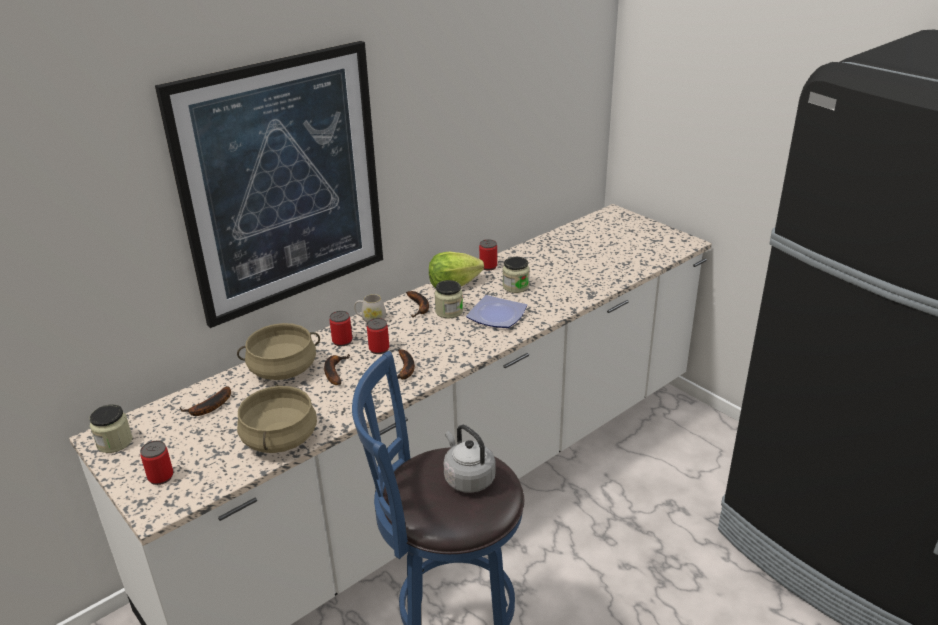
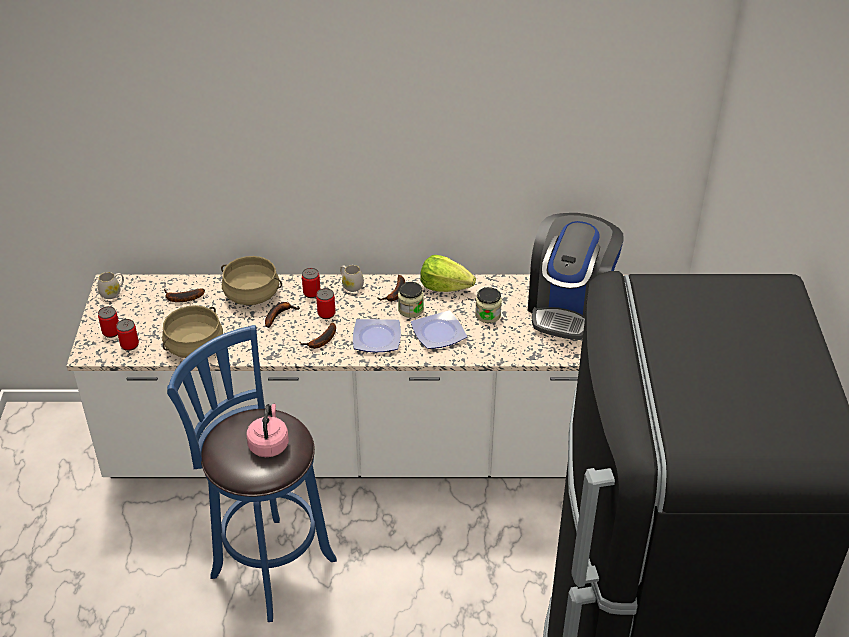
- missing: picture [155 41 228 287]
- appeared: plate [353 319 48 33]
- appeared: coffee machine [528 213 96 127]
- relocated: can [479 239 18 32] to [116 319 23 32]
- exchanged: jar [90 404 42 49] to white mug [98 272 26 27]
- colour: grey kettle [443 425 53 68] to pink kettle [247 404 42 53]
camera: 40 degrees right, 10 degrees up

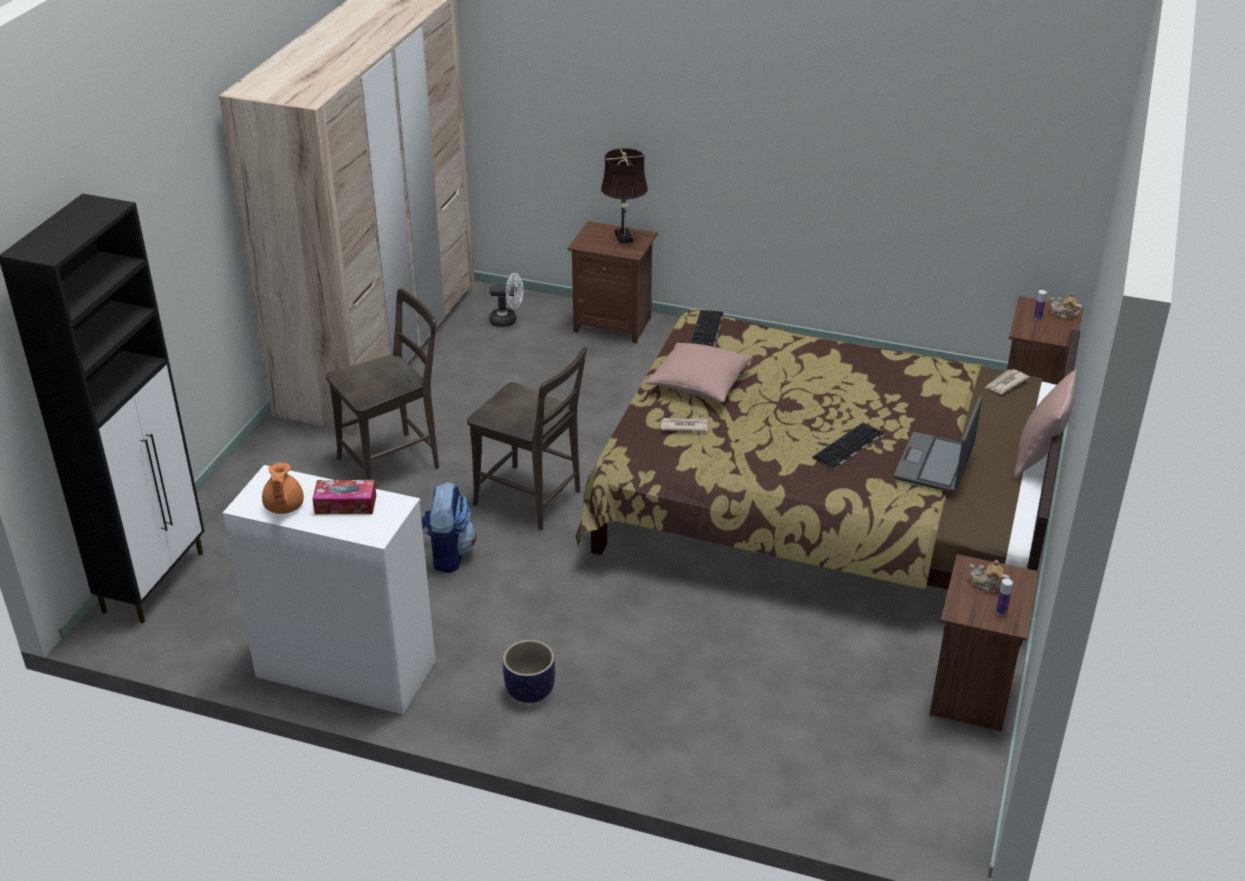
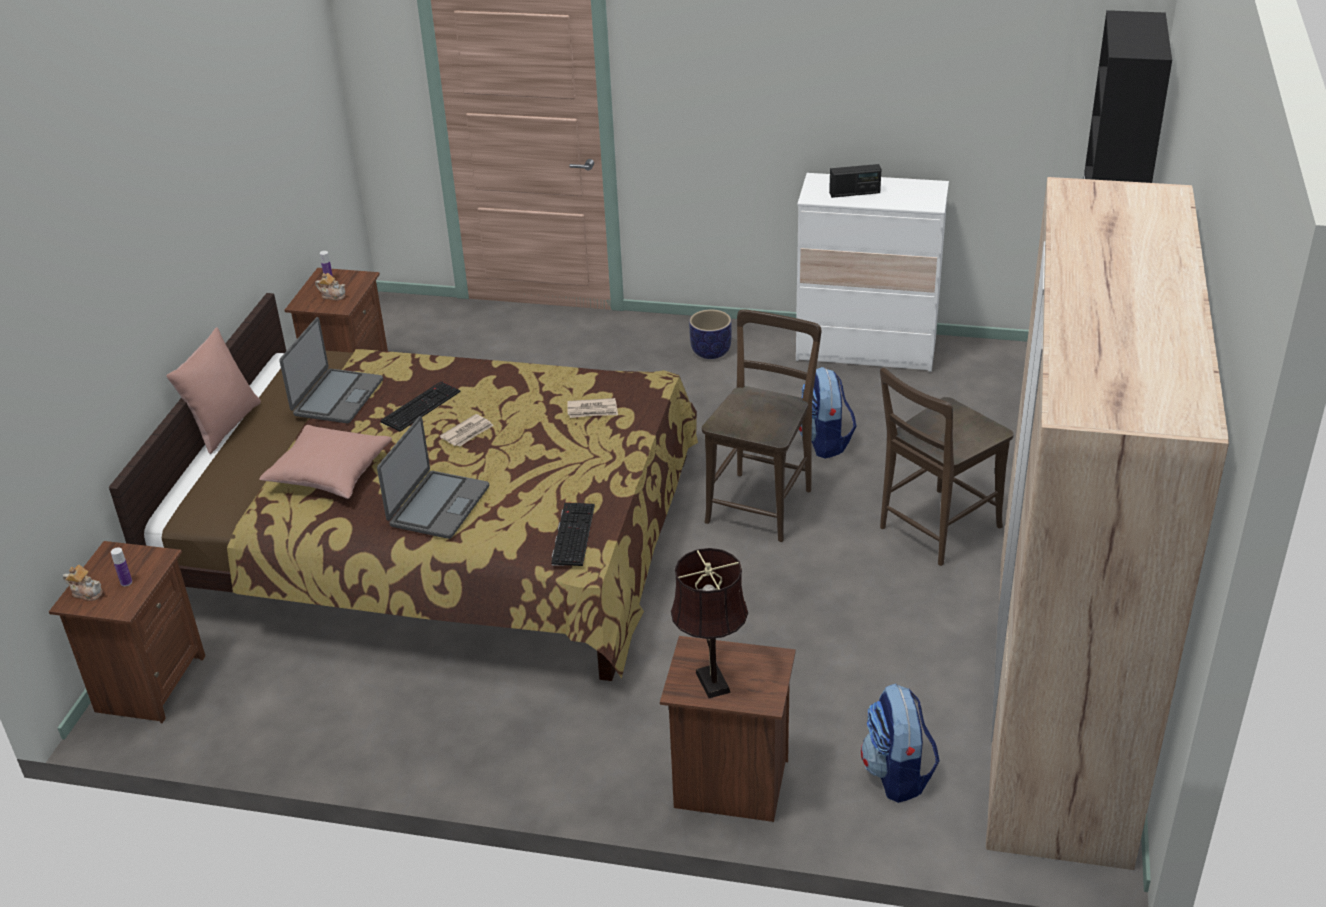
- missing: orange teapot [262 462 42 52]
- appeared: laptop [377 416 112 123]
- relocated: pink pillow [645 343 108 59] to [259 425 133 74]
- relocated: newspaper [985 369 44 25] to [440 414 54 33]
- exchanged: tissue box [312 480 64 34] to radio [829 164 52 34]
- exchanged: white fan [489 273 34 54] to backpack [861 684 79 119]
- spun: brown chair [467 347 120 183] = [702 309 119 233] 90 degrees clockwise
camera: 175 degrees right, 0 degrees up

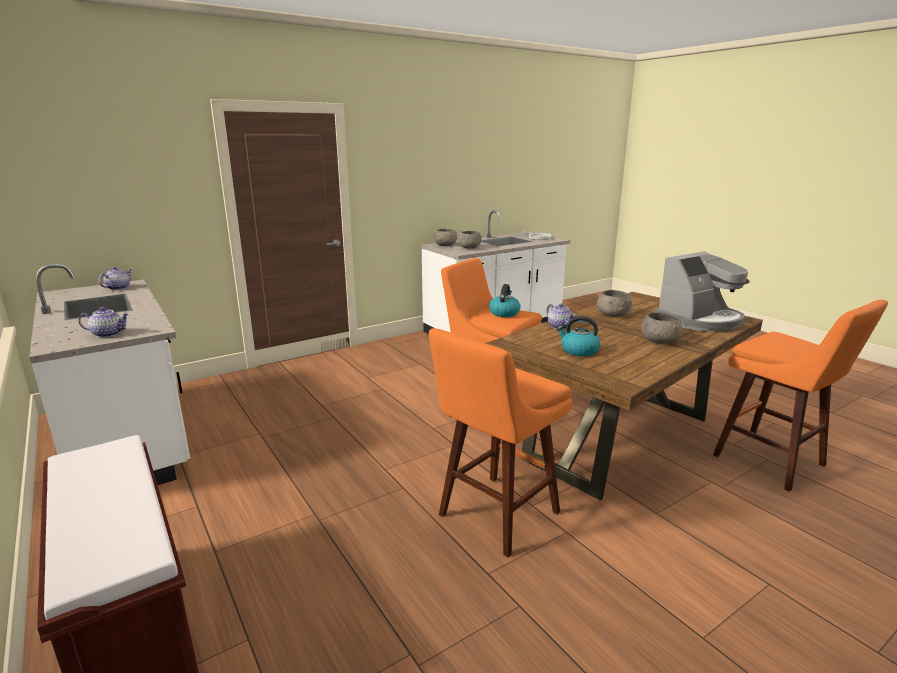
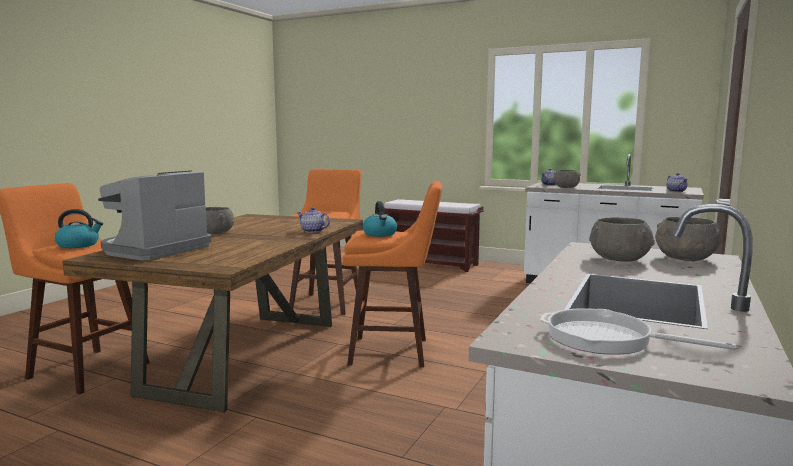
- relocated: kettle [557 316 44 41] to [55 209 48 39]
- relocated: grey bowl [597 290 35 27] to [553 170 28 18]
camera: 150 degrees right, 10 degrees down

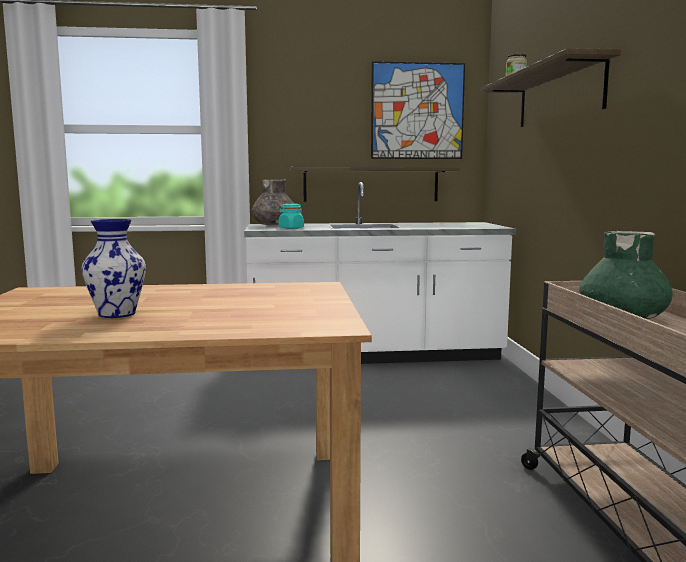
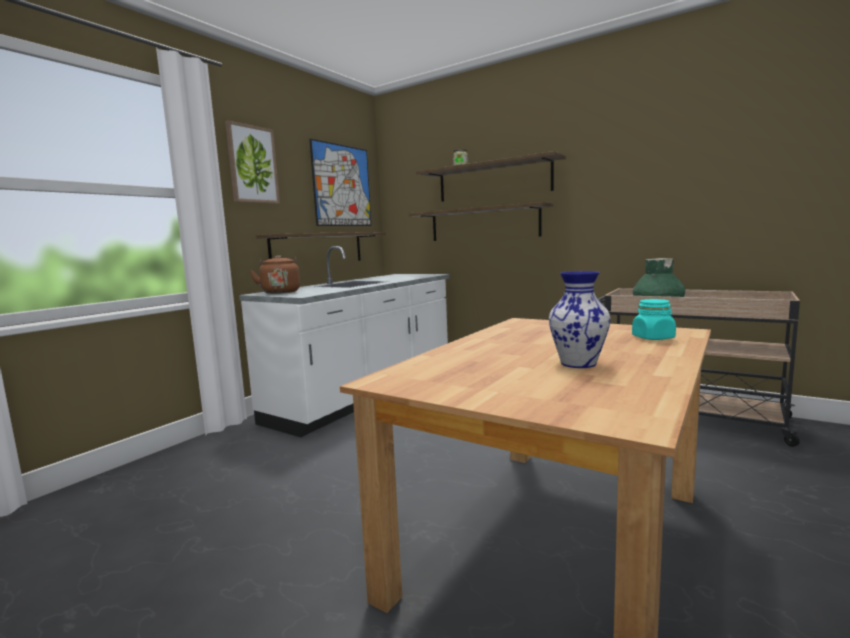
- appeared: picture [225 120 55 84]
- appeared: shelf [409 202 144 39]
- relocated: turquoise jar [279 204 25 25] to [632 299 44 41]
- exchanged: grey vase [251 179 43 47] to brown kettle [250 255 50 39]
camera: 50 degrees left, 0 degrees up

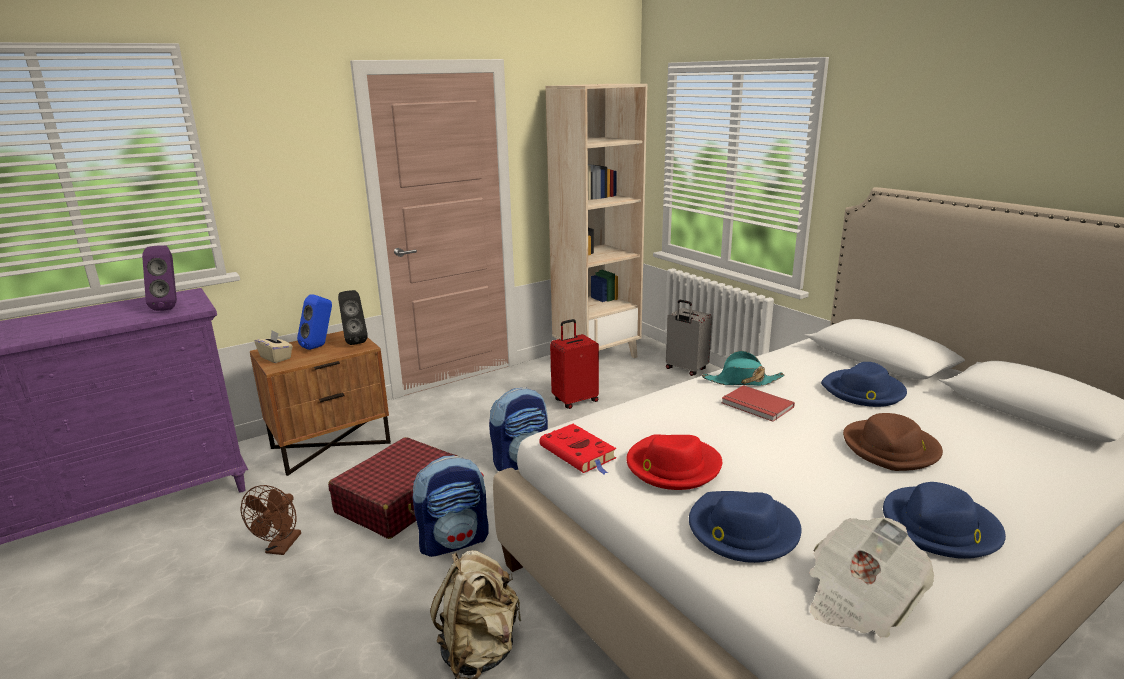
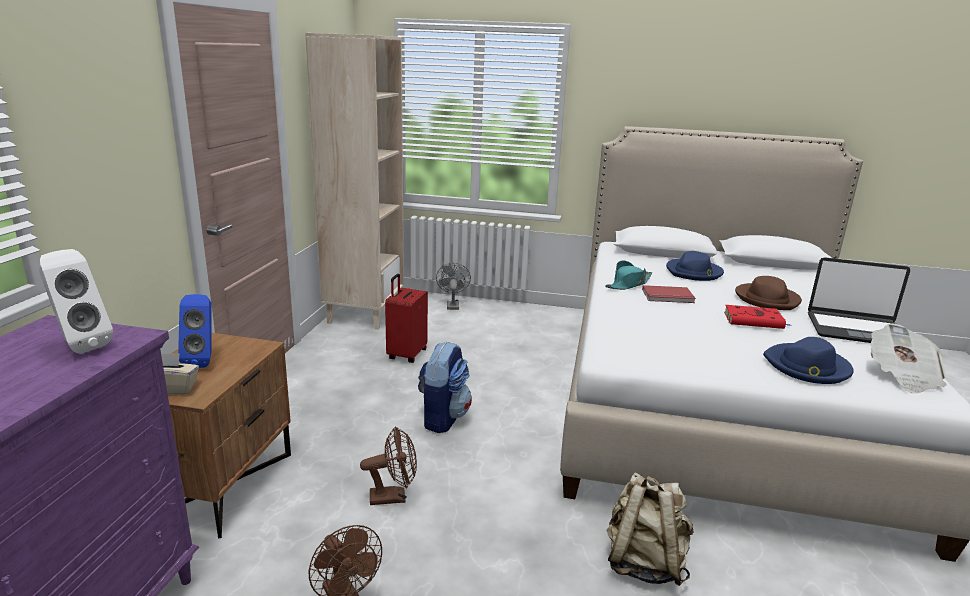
- missing: black speaker [338 290 30 55]
- missing: backpack [413 455 76 102]
- missing: red hat [626 435 96 55]
- relocated: red book [539 424 77 50] to [724 305 67 24]
- exchanged: red suitcase [328 437 130 102] to brown fan [360 426 57 79]
- exchanged: grey suitcase [666 300 46 76] to grey fan [436 263 35 47]
- exchanged: blue hat [883 482 123 77] to laptop [808 257 102 86]
- colour: purple speaker [142 245 35 66] to white speaker [39 249 74 105]
camera: 45 degrees left, 0 degrees up

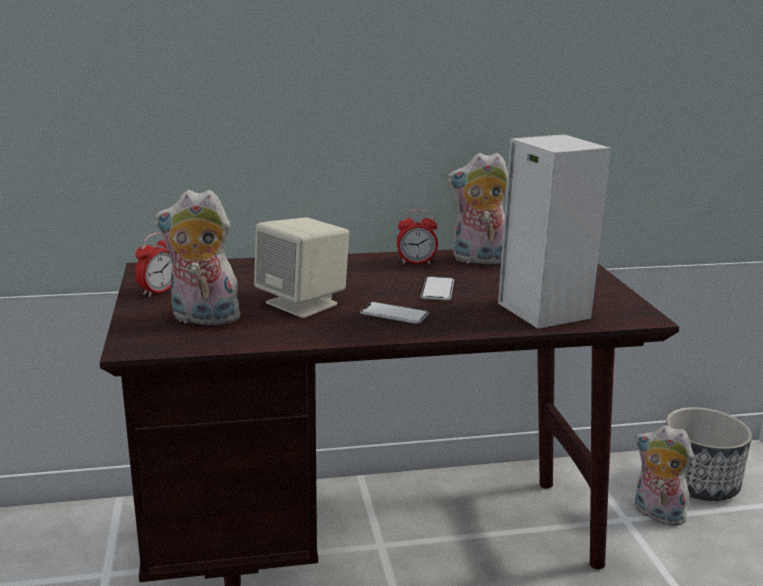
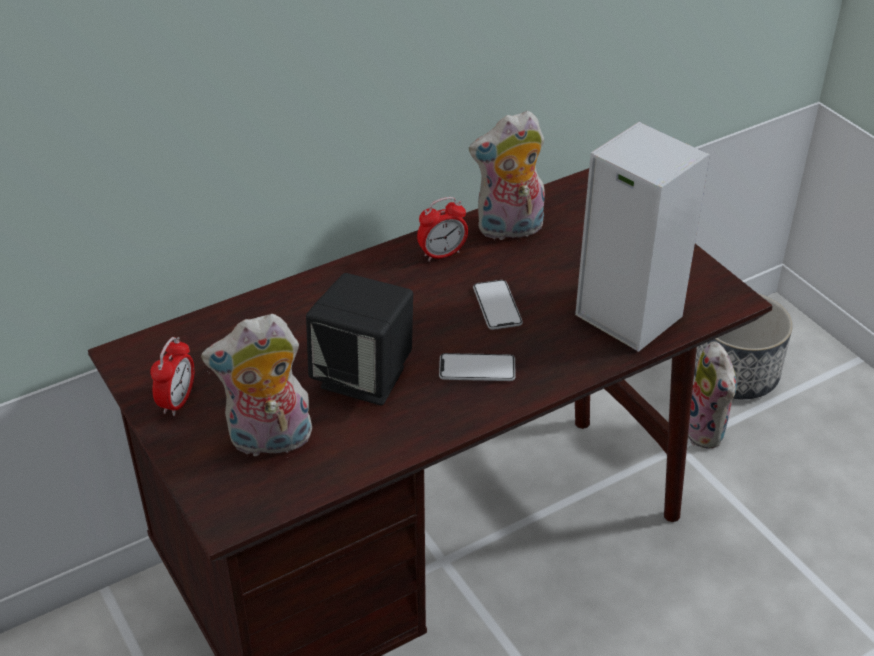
- colour: beige speaker [254 217 95 101] to black speaker [306 273 107 133]
- spun: plush toy [635 425 58 101] = [688 341 50 108] 120 degrees counterclockwise
camera: 20 degrees left, 20 degrees up

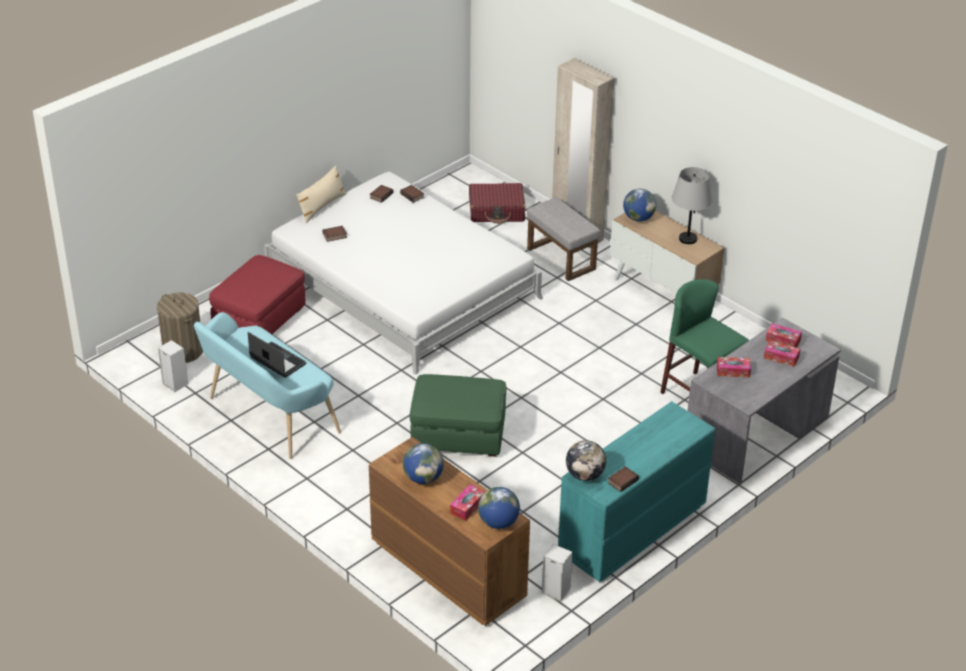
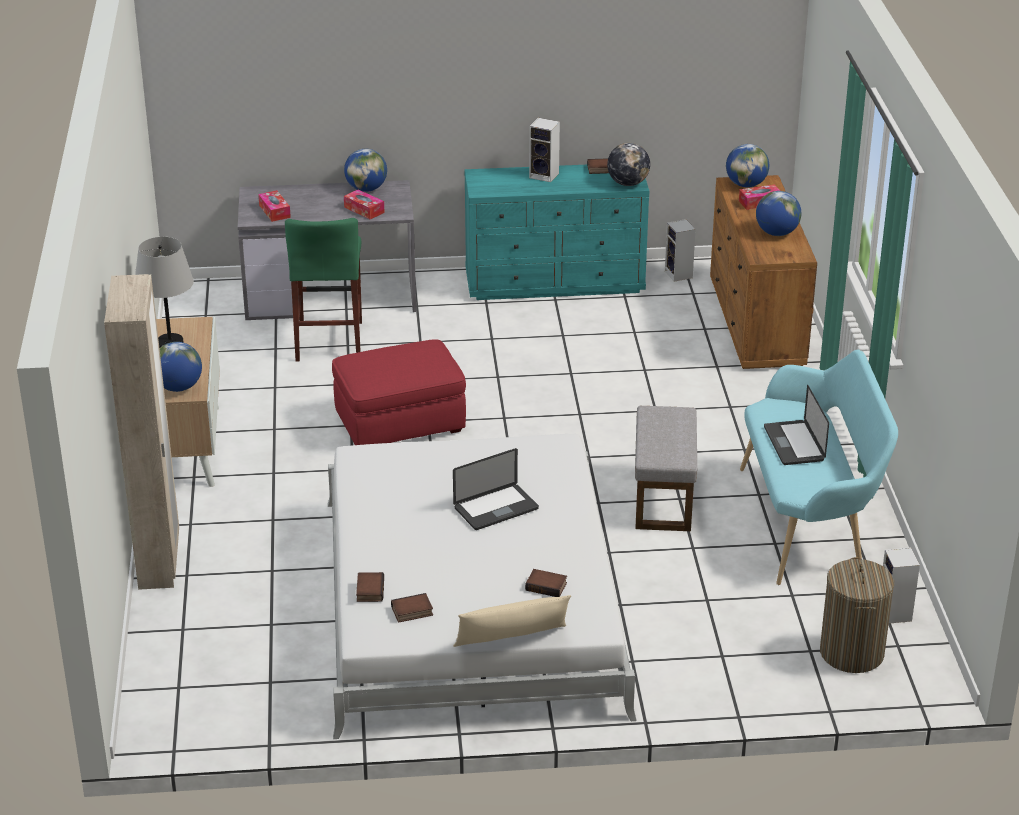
- missing: green ottoman [410 374 97 83]
- missing: red suitcase [469 183 56 41]
- missing: tissue box [764 341 36 26]
- appeared: globe [344 149 43 43]
- appeared: laptop [453 448 86 82]
- appeared: speaker [529 118 31 64]
- relocated: red ottoman [209 255 96 79] to [332 339 134 106]
- relocated: grey ottoman [527 197 73 84] to [635 406 62 125]
camera: 140 degrees left, 5 degrees down

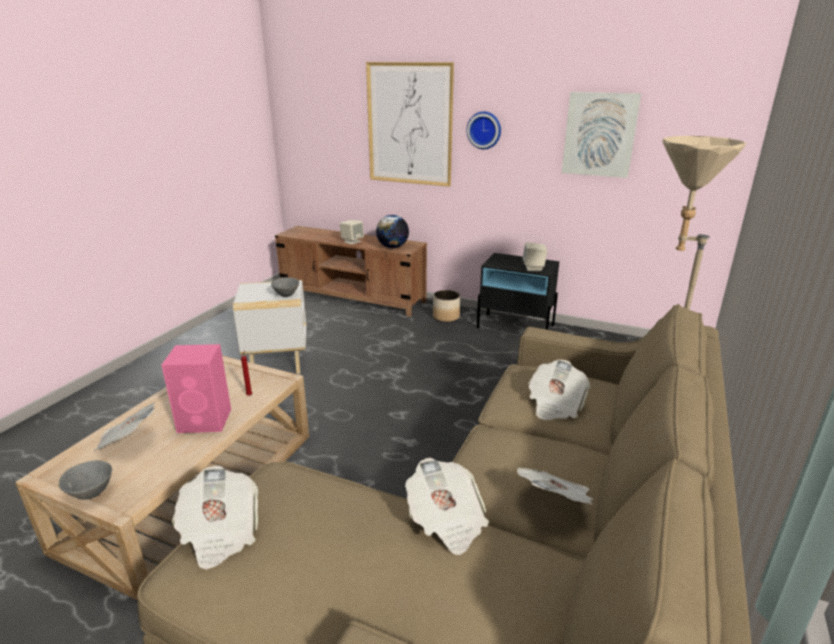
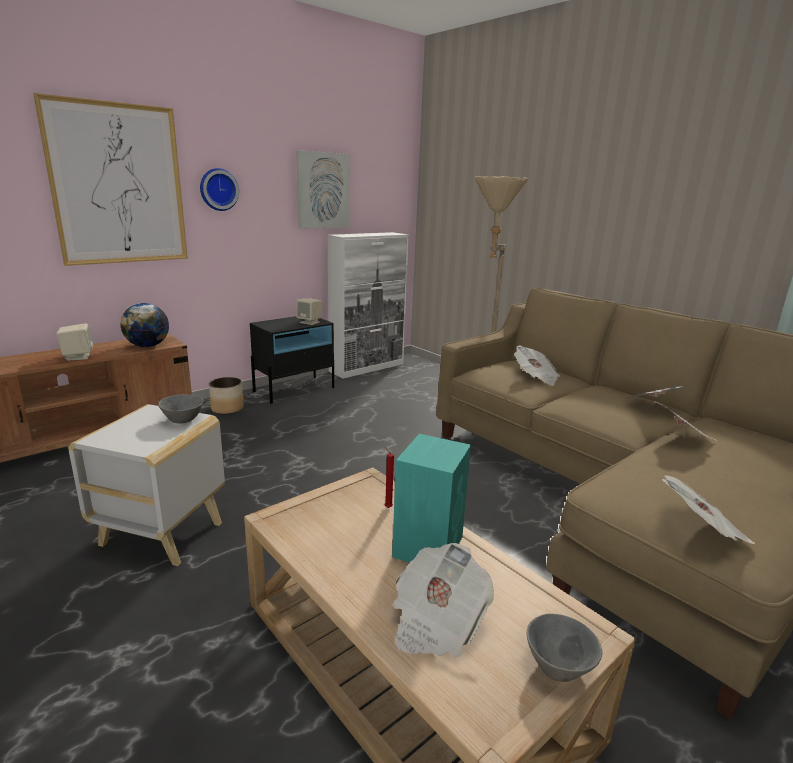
- appeared: white cabinet [328 232 81 147]
- colour: pink speaker [161 344 70 89] to turquoise speaker [392 434 79 129]
camera: 65 degrees left, 5 degrees down

